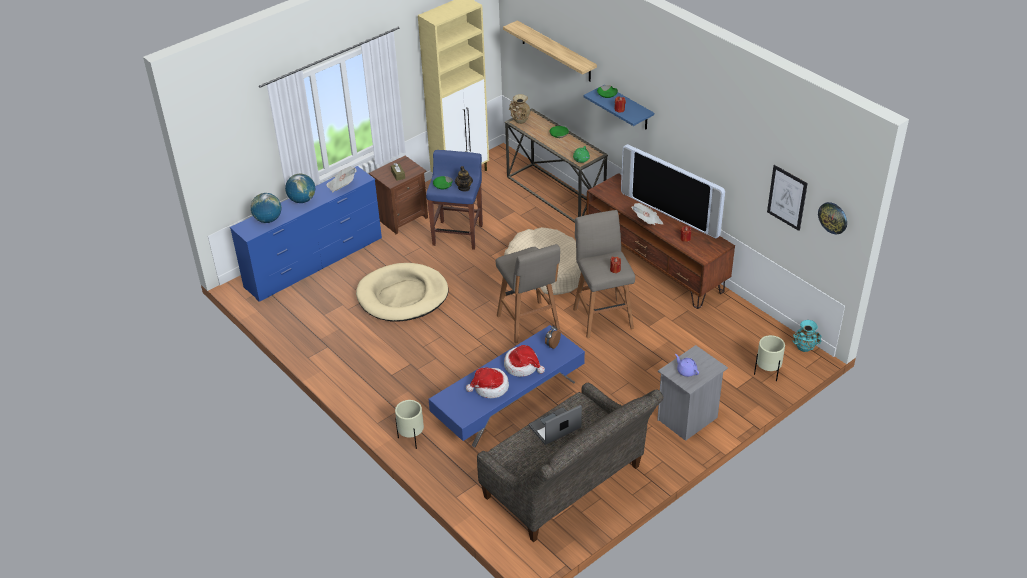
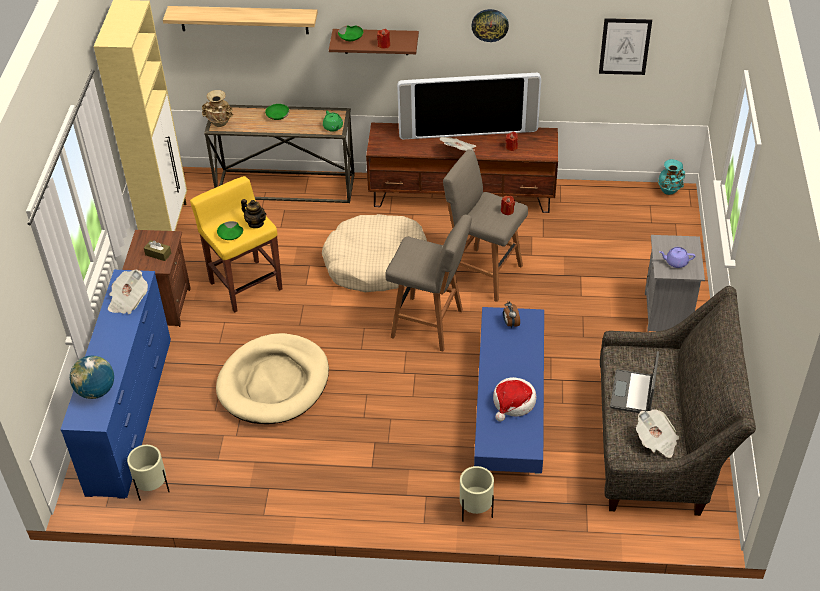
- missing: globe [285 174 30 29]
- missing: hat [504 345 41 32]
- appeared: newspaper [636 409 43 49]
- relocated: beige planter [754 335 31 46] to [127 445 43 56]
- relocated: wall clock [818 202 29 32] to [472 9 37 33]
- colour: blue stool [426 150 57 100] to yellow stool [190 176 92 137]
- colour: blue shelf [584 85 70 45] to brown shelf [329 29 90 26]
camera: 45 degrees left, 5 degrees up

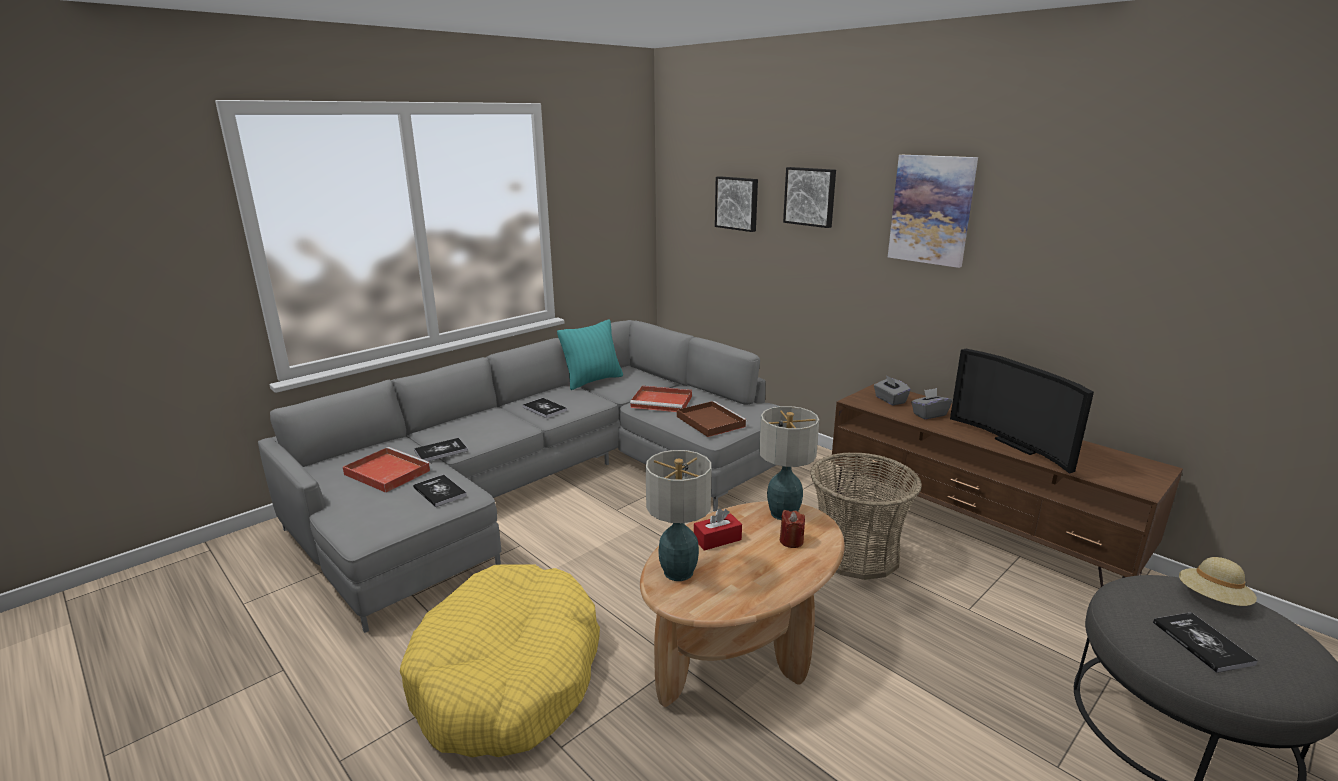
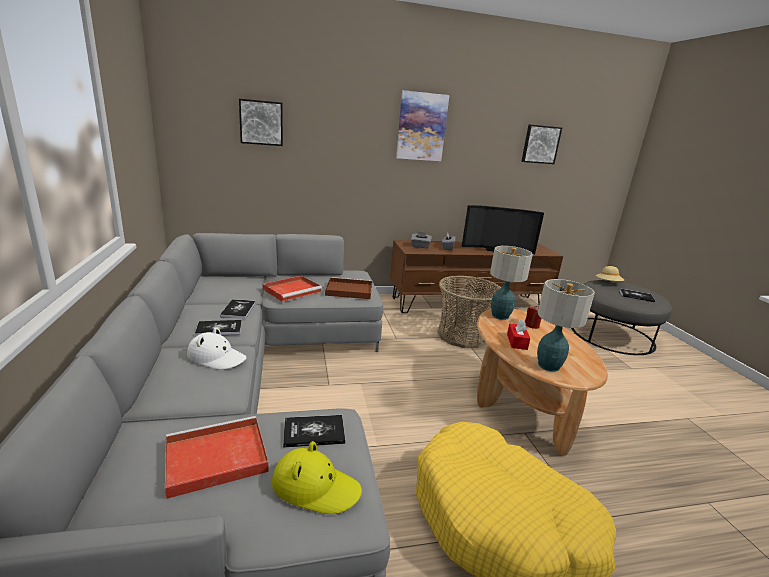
- missing: turquoise pillow [557 319 66 71]
- appeared: white hat [187 327 59 43]
- appeared: yellow hat [272 441 90 73]
- relocated: book [414 438 54 23] to [220 299 36 20]
- relocated: picture [783 167 53 61] to [521 125 41 39]
camera: 60 degrees left, 0 degrees up

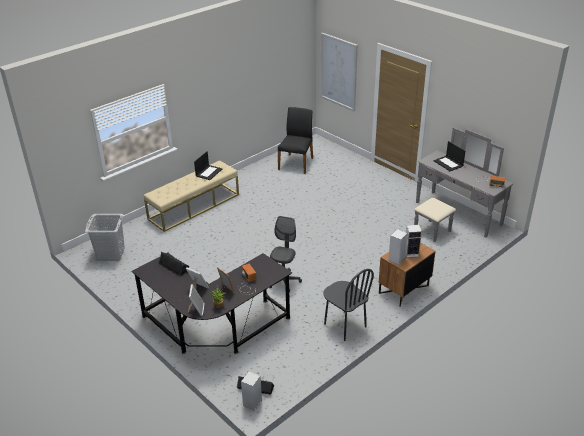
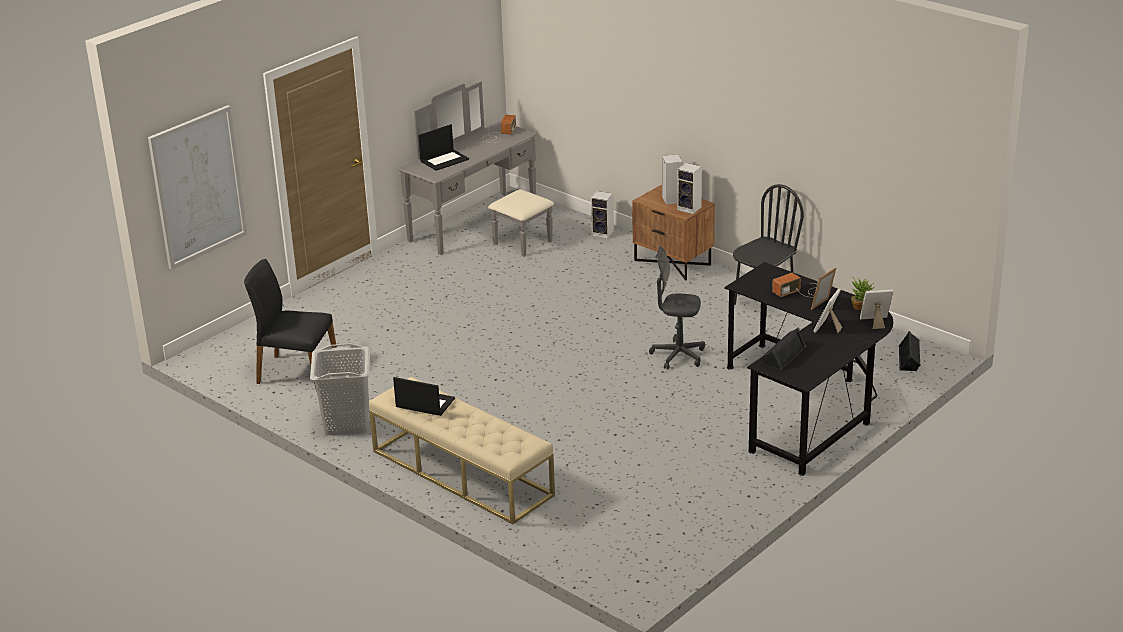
- relocated: grey laundry basket [85 214 40 47] to [310 343 60 92]
- relocated: speaker [241 372 21 39] to [591 191 23 48]
camera: 95 degrees left, 5 degrees down

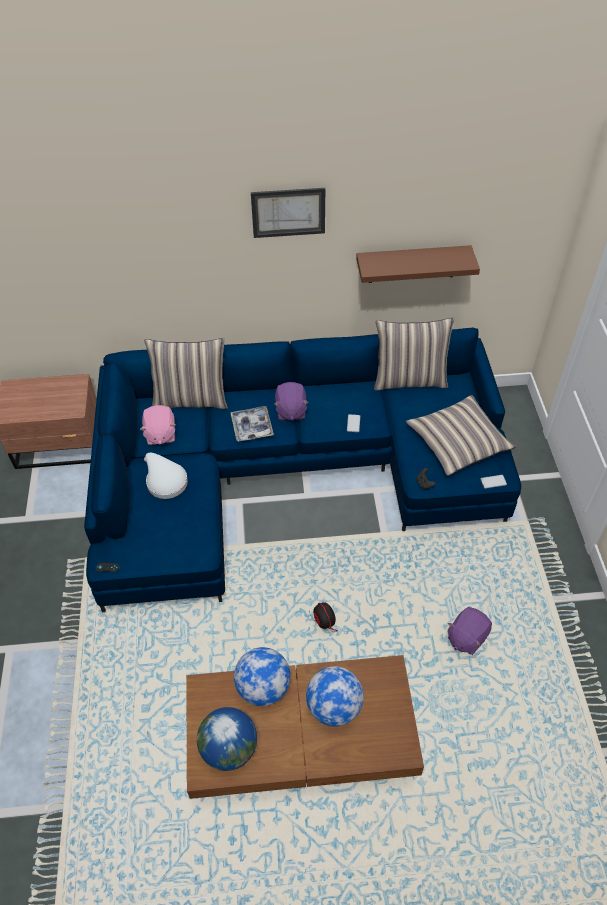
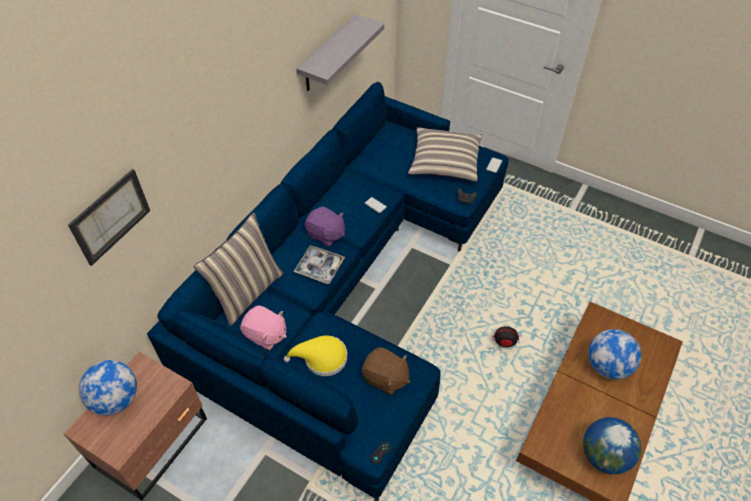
- missing: pillow [374 318 81 72]
- missing: purple plush toy [448 607 44 48]
- appeared: brown plush toy [362 348 48 47]
- relocated: globe [234 647 57 59] to [79 360 58 55]
- relocated: picture [251 188 74 50] to [68 169 82 97]
- colour: white hat [144 453 44 46] to yellow hat [284 335 63 41]
- colour: brown shelf [356 245 124 38] to grey shelf [297 14 87 77]
camera: 55 degrees left, 0 degrees up

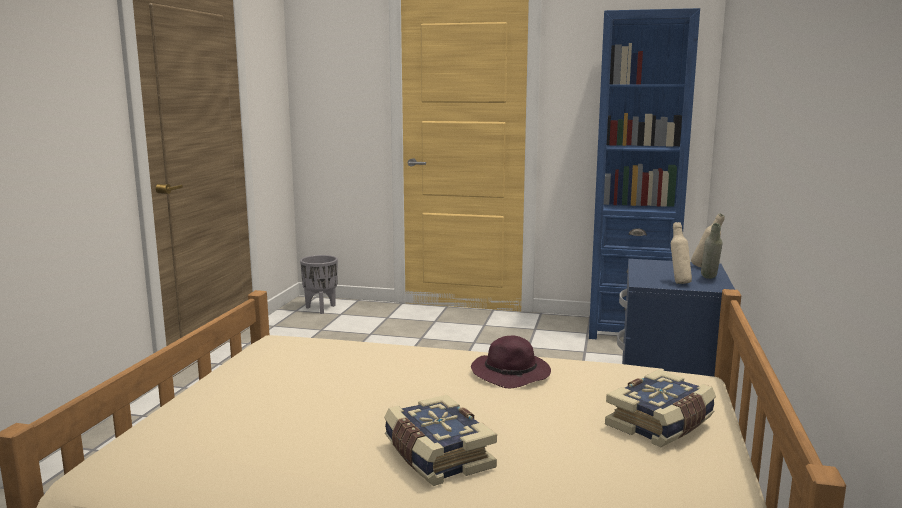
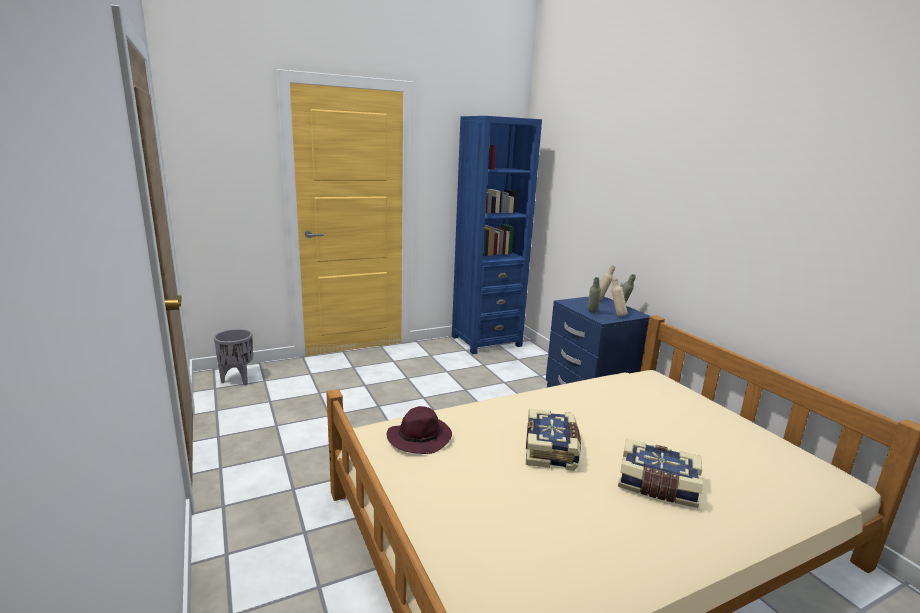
- appeared: grey bottle [588 277 13 36]
- relocated: purple hat [471 336 80 52] to [387 406 65 48]
- relocated: book [605 370 111 77] to [526 408 55 63]
camera: 40 degrees left, 5 degrees up

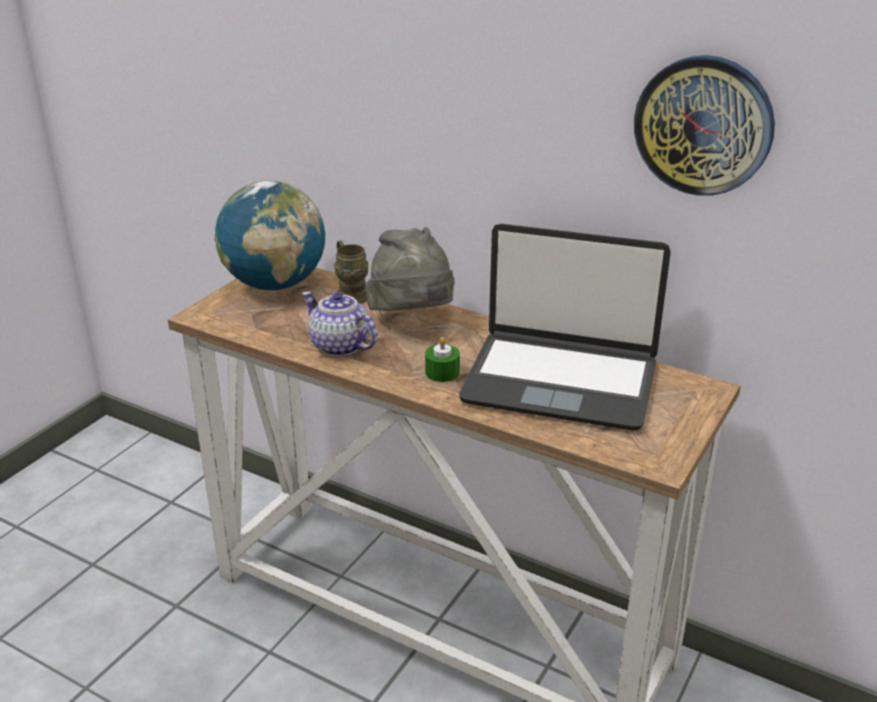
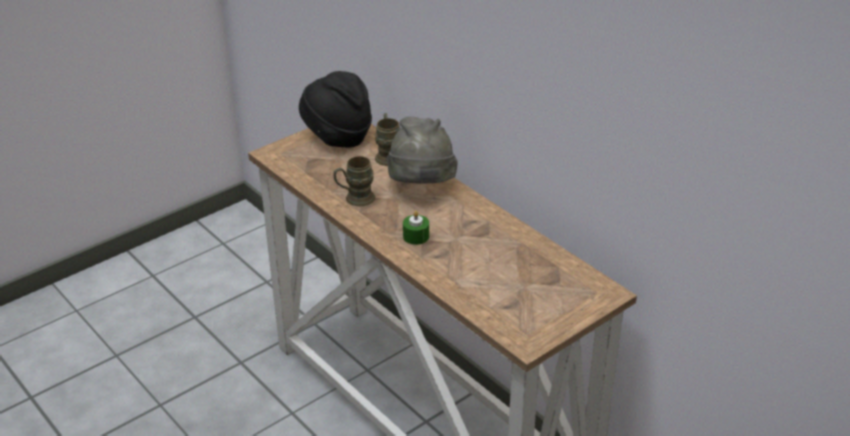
- missing: laptop [459 224 212 207]
- missing: wall clock [634 55 141 141]
- exchanged: globe [214 180 111 110] to black hat [299 71 73 77]
- exchanged: teapot [302 291 76 66] to brown mug [333 156 42 50]
camera: 20 degrees right, 5 degrees up

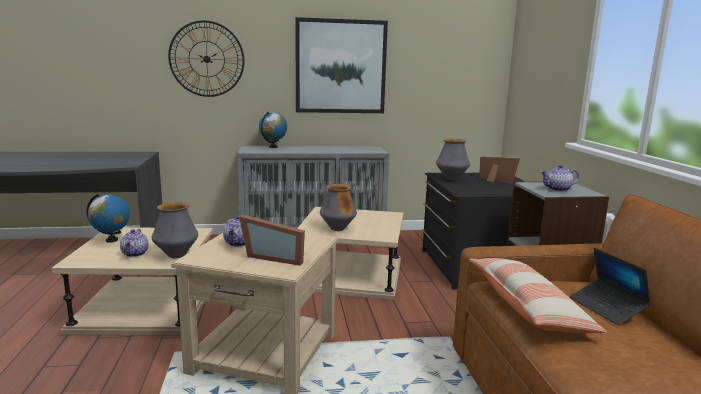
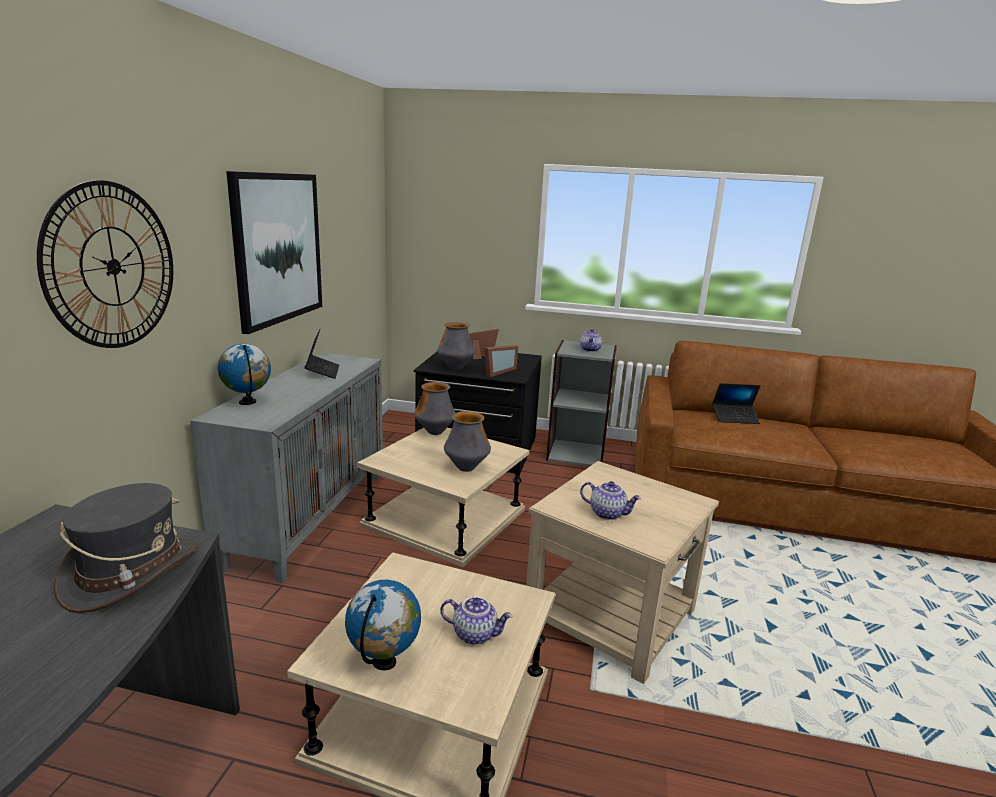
- missing: pillow [469 258 138 75]
- appeared: grey hat [54 483 144 130]
- appeared: laptop [304 330 35 49]
- relocated: vase [152 202 46 57] to [414 382 42 53]
- relocated: picture frame [239 215 66 51] to [484 345 34 32]
camera: 70 degrees left, 5 degrees up

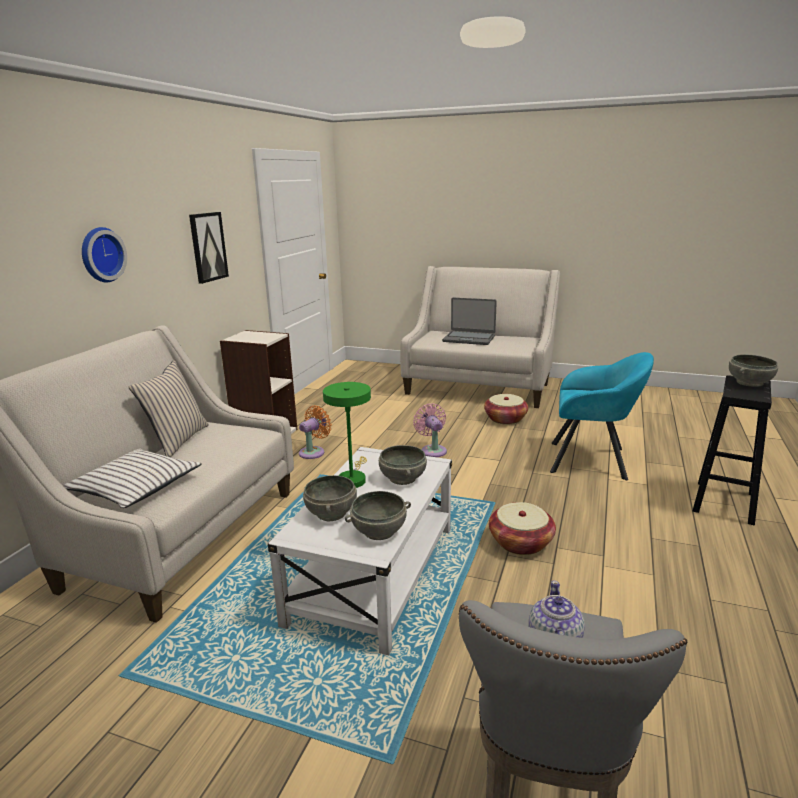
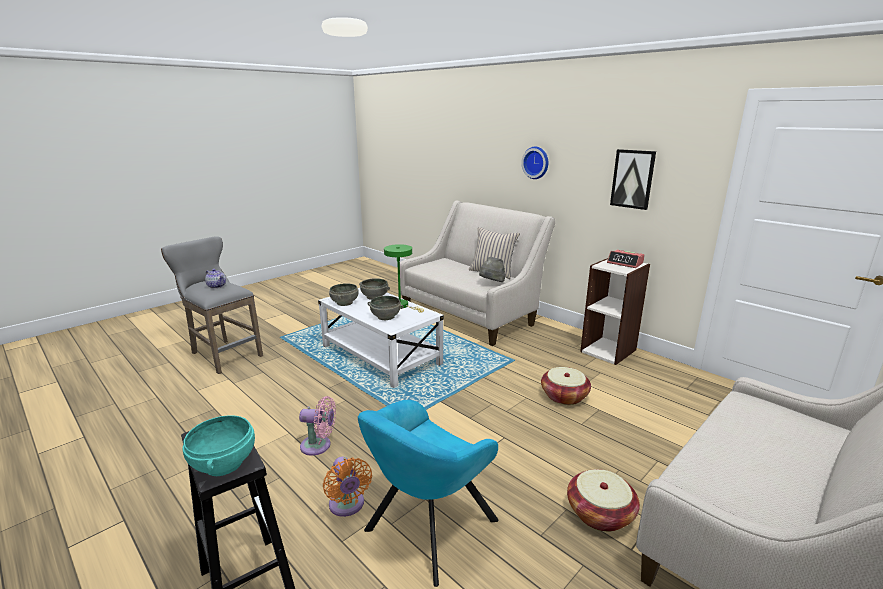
- missing: white pillow [63 448 139 60]
- missing: laptop [442 298 55 47]
- appeared: grey hat [479 257 26 25]
- appeared: alarm clock [607 250 37 18]
- relocated: orange fan [299 405 33 54] to [323 457 49 60]
- relocated: pink fan [413 404 34 53] to [299 396 37 60]
- relocated: basket [489 502 67 53] to [541 367 50 38]
- colour: grey bowl [729 354 49 33] to turquoise bowl [183 415 72 61]
camera: 115 degrees right, 0 degrees up

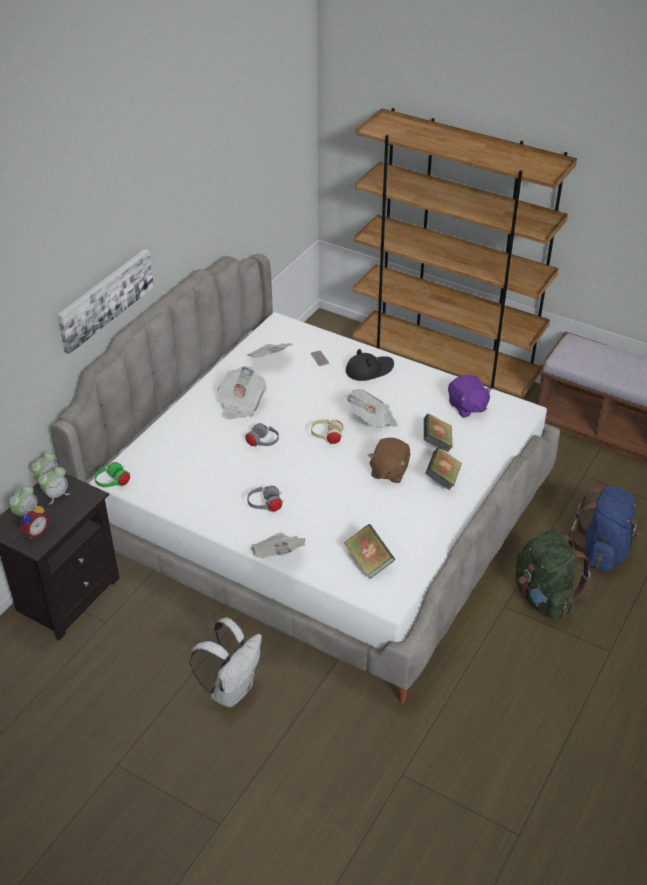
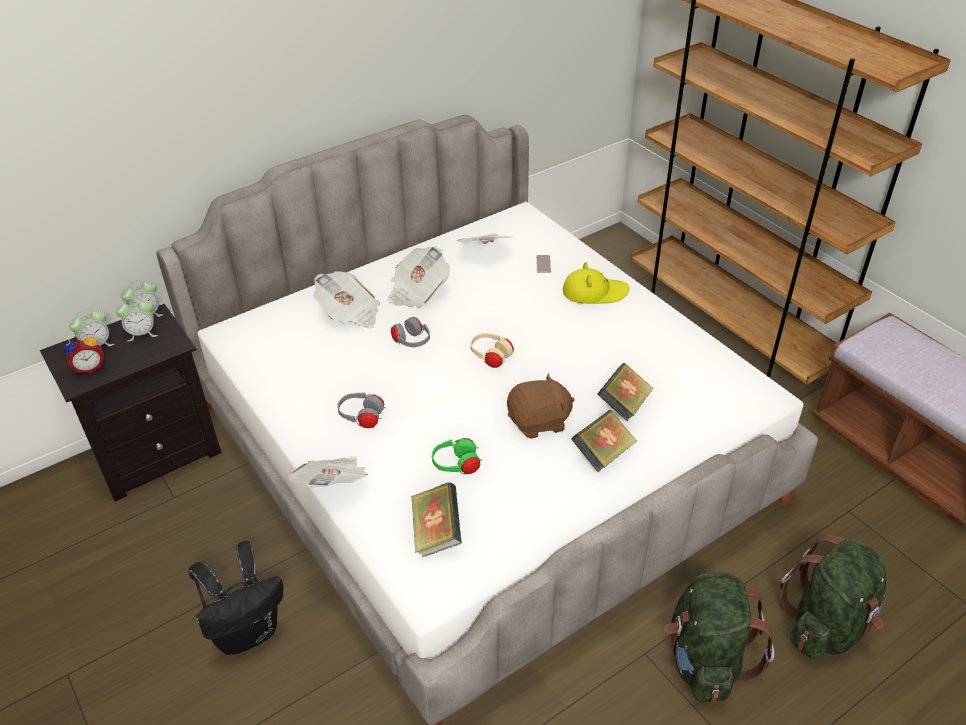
- missing: picture [57 249 97 105]
- missing: purple plush toy [448 375 44 43]
- relocated: green headphones [94 462 36 25] to [432 438 51 36]
- relocated: newspaper [346 389 52 39] to [313 271 67 58]
- colour: white backpack [189 617 73 91] to black backpack [188 541 95 114]
- colour: black hat [346 349 48 32] to yellow hat [563 262 67 42]
- colour: blue backpack [569 486 73 86] to green backpack [778 535 109 124]
- spun: brown plush toy [368 438 42 45] = [507 373 68 66] 150 degrees counterclockwise
camera: 25 degrees right, 0 degrees up

